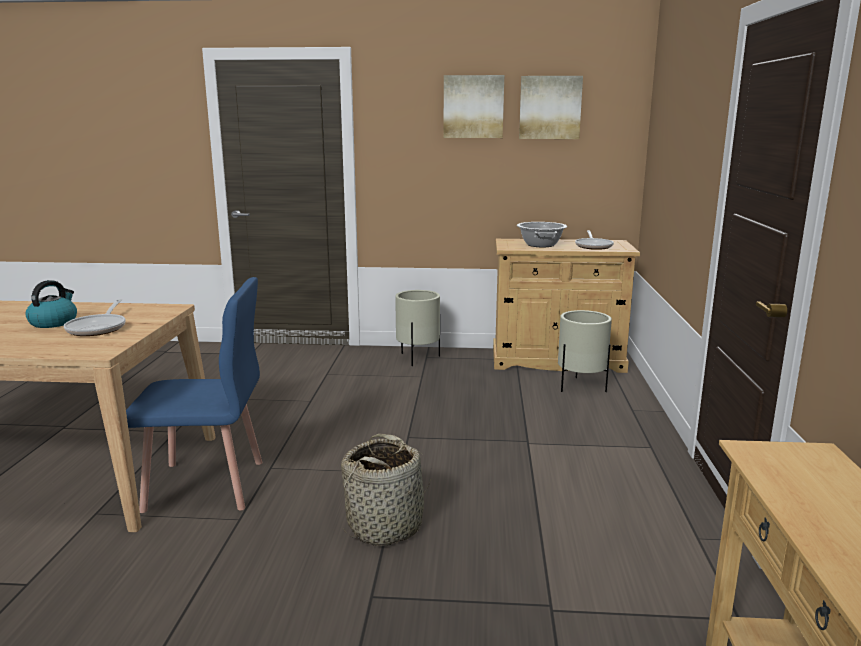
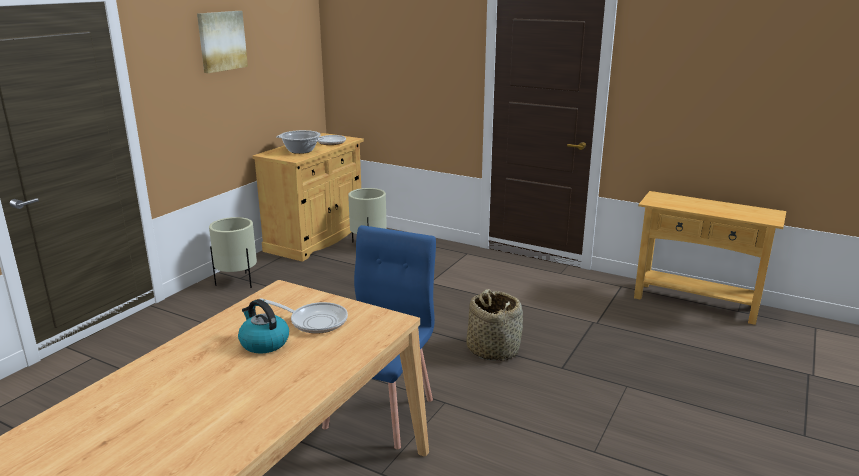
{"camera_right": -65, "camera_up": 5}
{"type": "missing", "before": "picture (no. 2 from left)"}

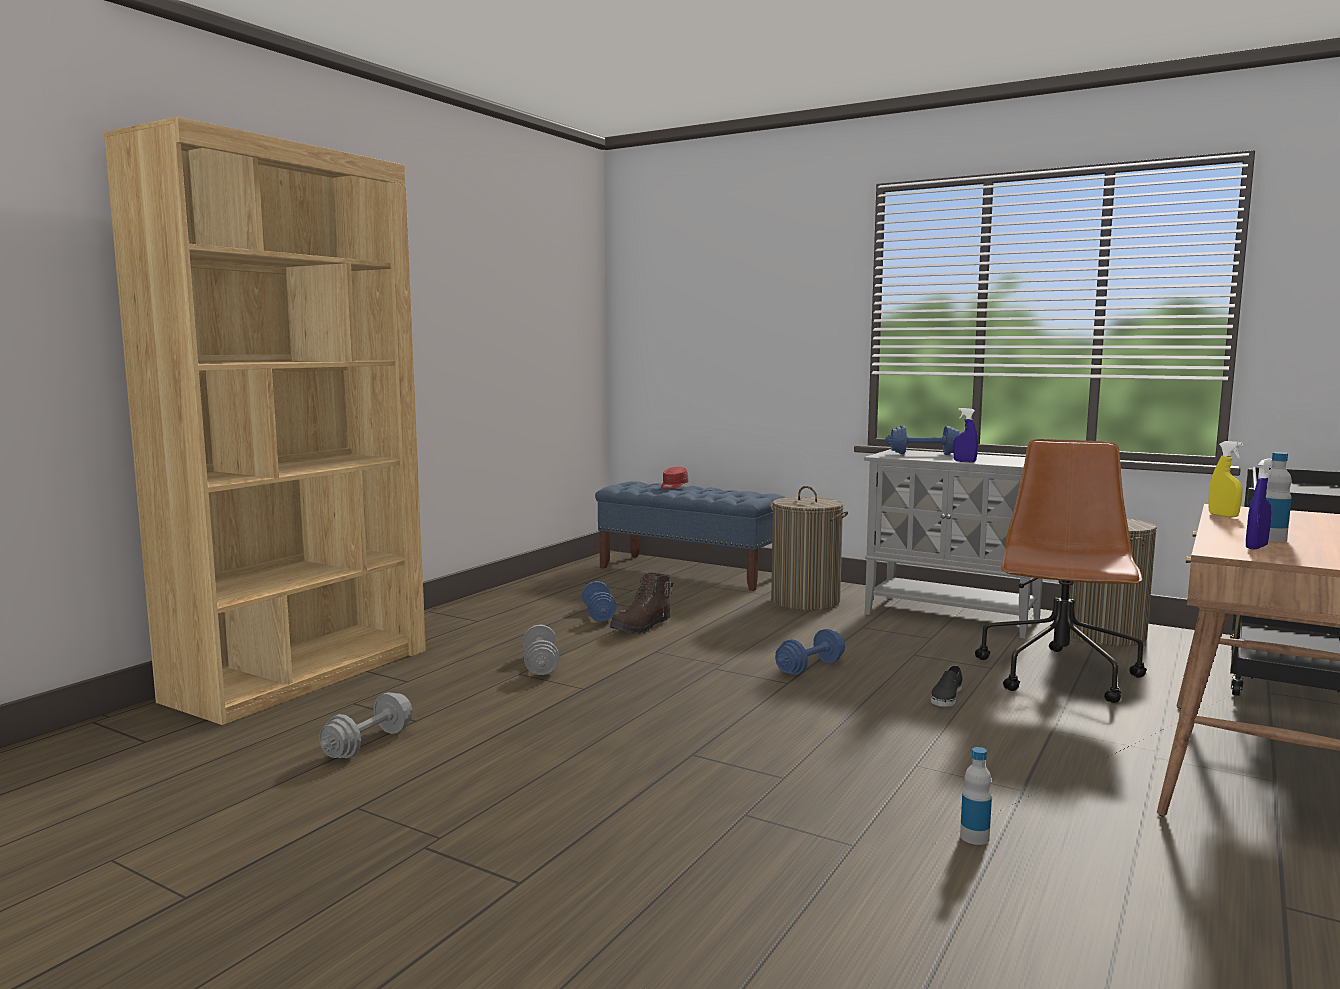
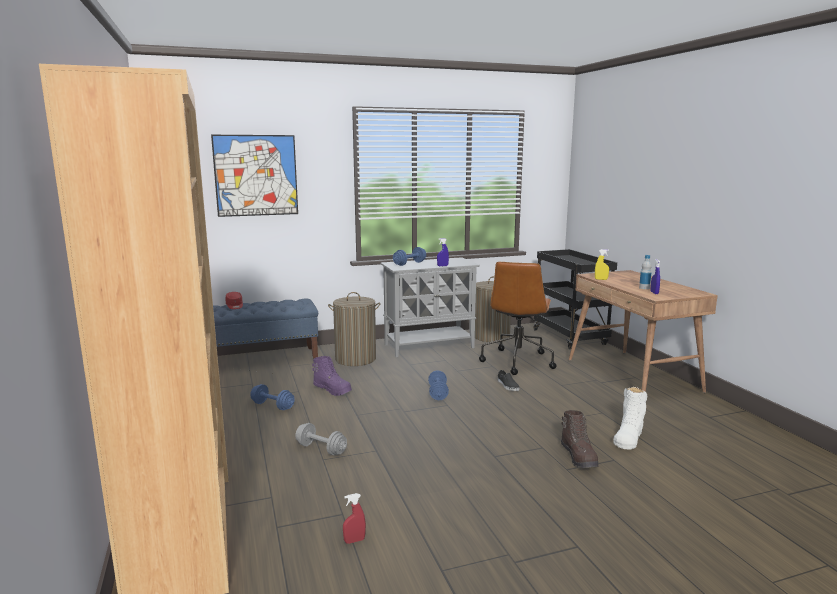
{"camera_right": -50, "camera_up": 5}
{"type": "spun", "before": "brown office chair", "turn": -135}
{"type": "relocated", "before": "brown boot"}
{"type": "exchanged", "before": "grey dumbbell (no. 1 from left)", "after": "red spray bottle"}
{"type": "exchanged", "before": "bottle (no. 1 from left)", "after": "white boot"}
{"type": "appeared", "after": "picture"}
{"type": "appeared", "after": "purple boot"}

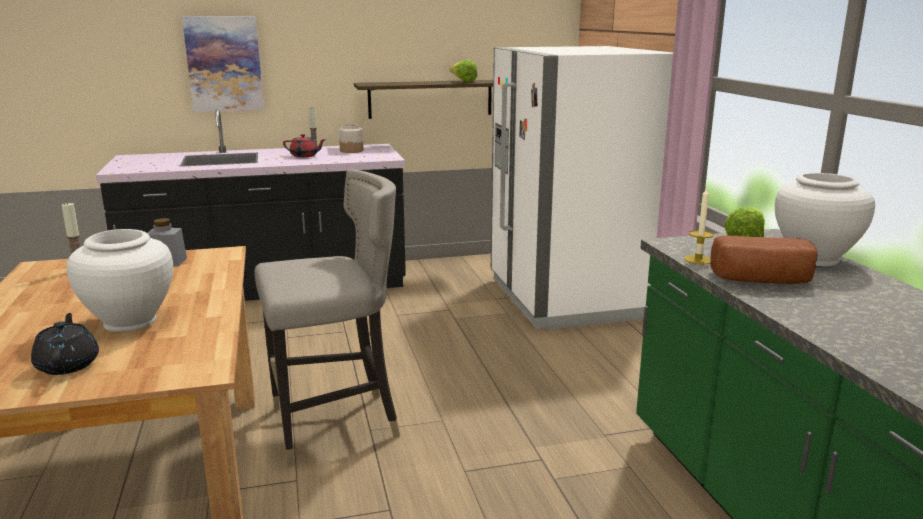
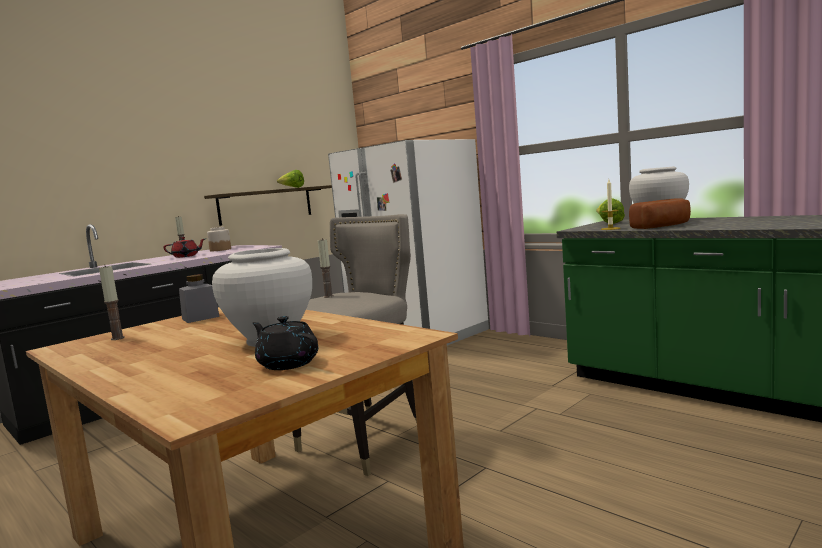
{"camera_right": -30, "camera_up": -10}
{"type": "missing", "before": "picture"}
{"type": "appeared", "after": "candle (no. 3 from left)"}

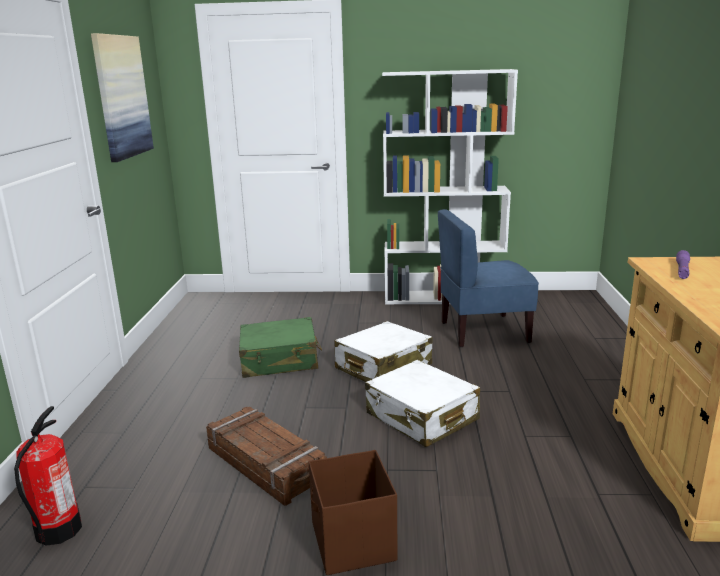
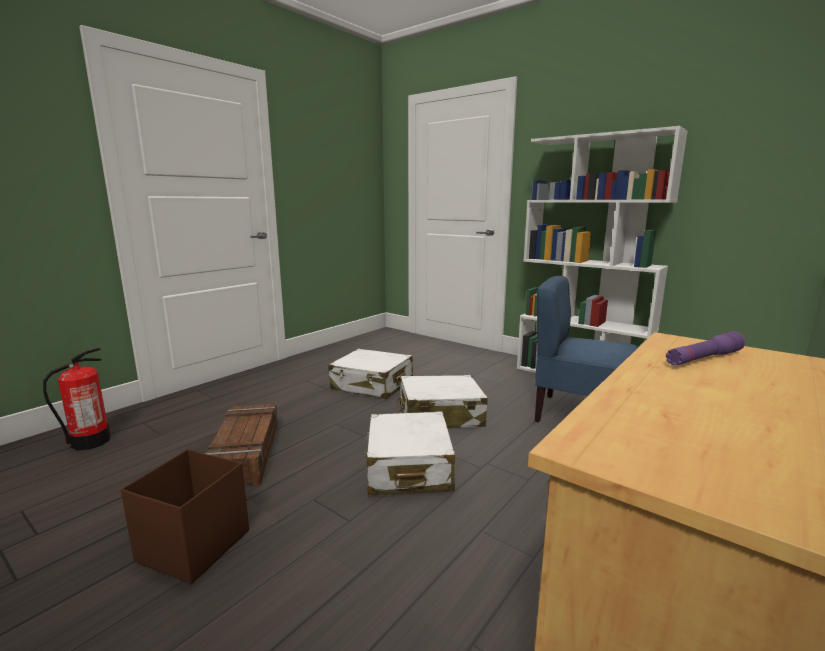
{"camera_right": 35, "camera_up": -5}
{"type": "missing", "before": "picture"}
{"type": "colour", "before": "green suitcase", "after": "white suitcase (no. 1 from left)"}

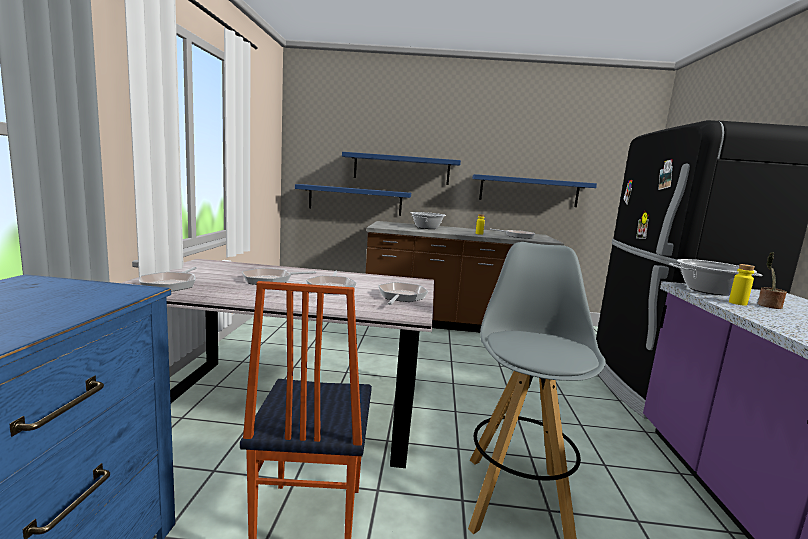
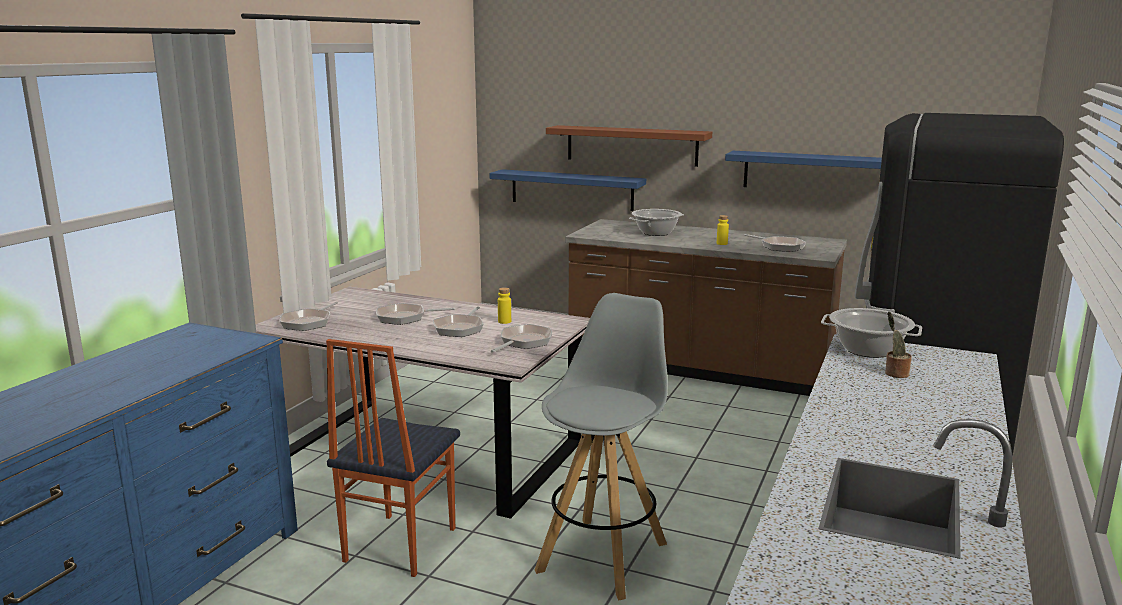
{"camera_right": 20, "camera_up": 5}
{"type": "colour", "before": "blue shelf (no. 2 from left)", "after": "brown shelf"}
{"type": "relocated", "before": "yellow bottle (no. 2 from left in the first image)", "after": "yellow bottle (no. 1 from left)"}

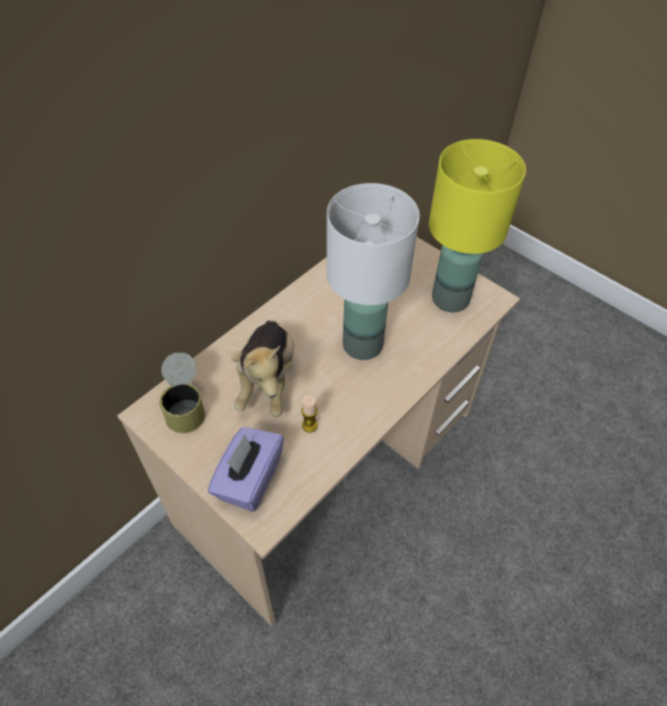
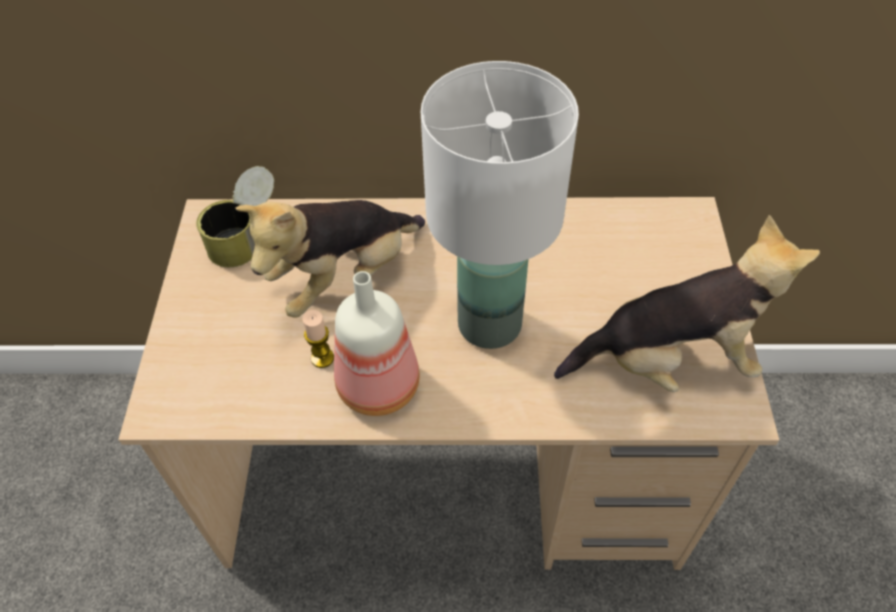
{"camera_right": 50, "camera_up": 0}
{"type": "exchanged", "before": "yellow table lamp", "after": "plush toy (no. 2 from left)"}
{"type": "missing", "before": "purple tissue box"}
{"type": "appeared", "after": "bottle"}

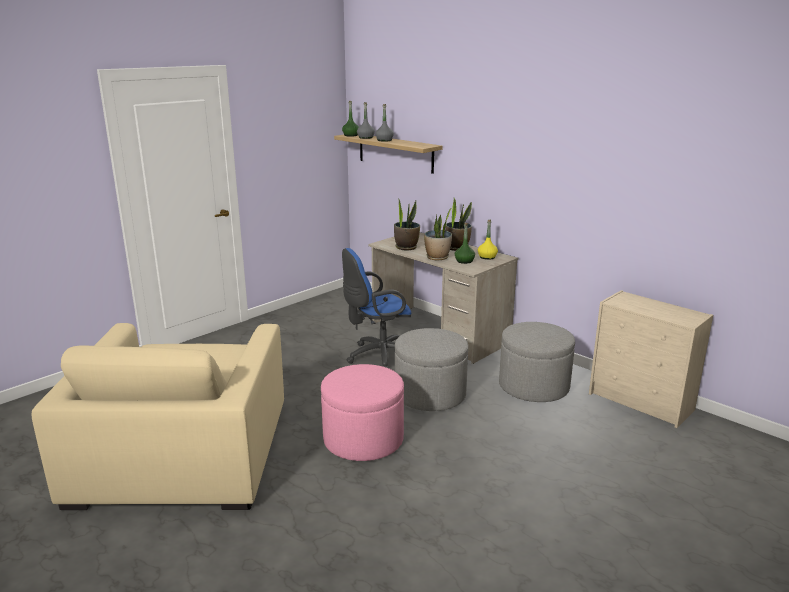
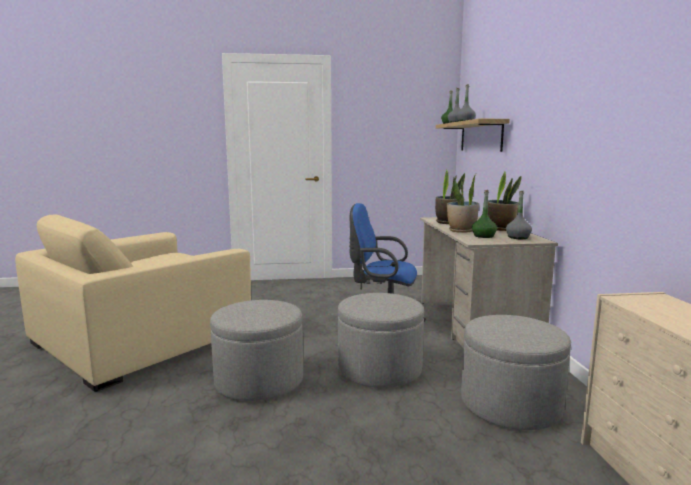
{"camera_right": 40, "camera_up": -10}
{"type": "colour", "before": "yellow bottle", "after": "grey bottle (no. 3 from left)"}
{"type": "colour", "before": "pink ottoman", "after": "grey ottoman (no. 1 from left)"}

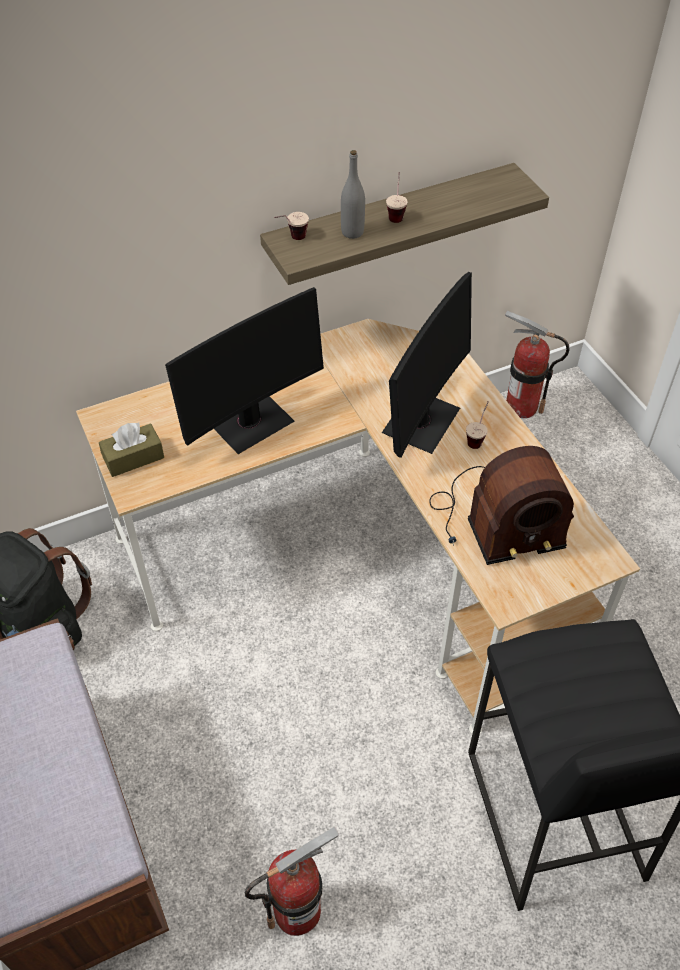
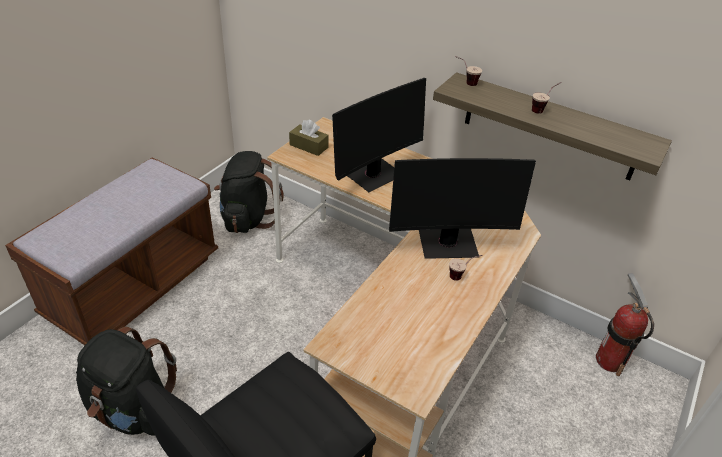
{"camera_right": 55, "camera_up": -10}
{"type": "missing", "before": "grey bottle"}
{"type": "spun", "before": "monitor (no. 1 from left)", "turn": -60}
{"type": "missing", "before": "radio"}
{"type": "exchanged", "before": "fire extinguisher (no. 1 from left)", "after": "black backpack (no. 1 from left)"}

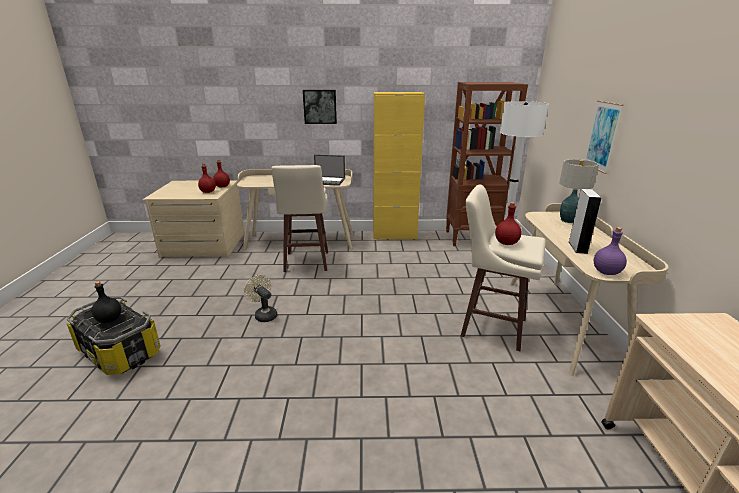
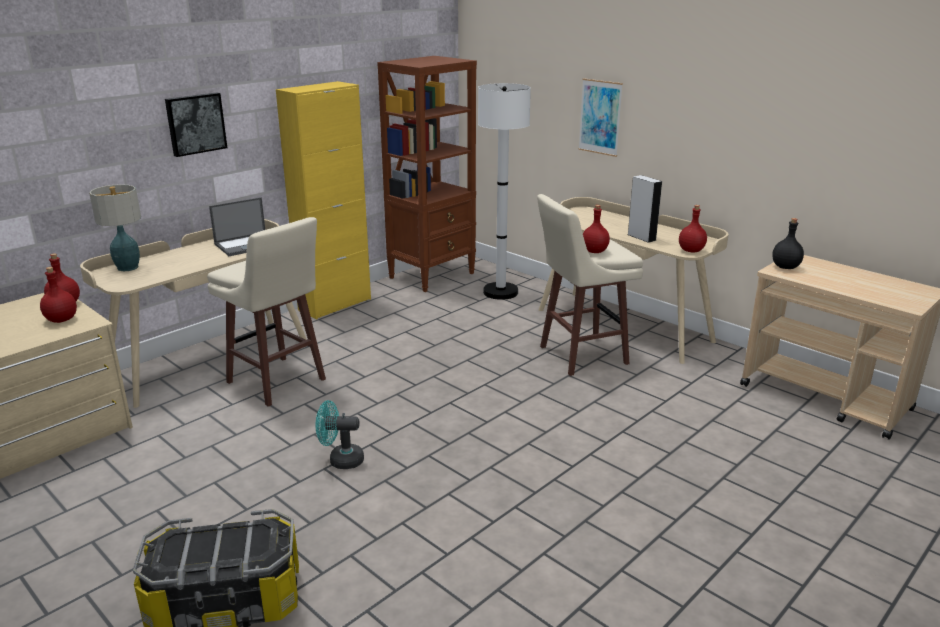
{"camera_right": -45, "camera_up": 0}
{"type": "relocated", "before": "table lamp"}
{"type": "colour", "before": "purple bottle", "after": "red bottle (no. 4 from left)"}
{"type": "colour", "before": "beige fan", "after": "turquoise fan"}
{"type": "relocated", "before": "black bottle"}

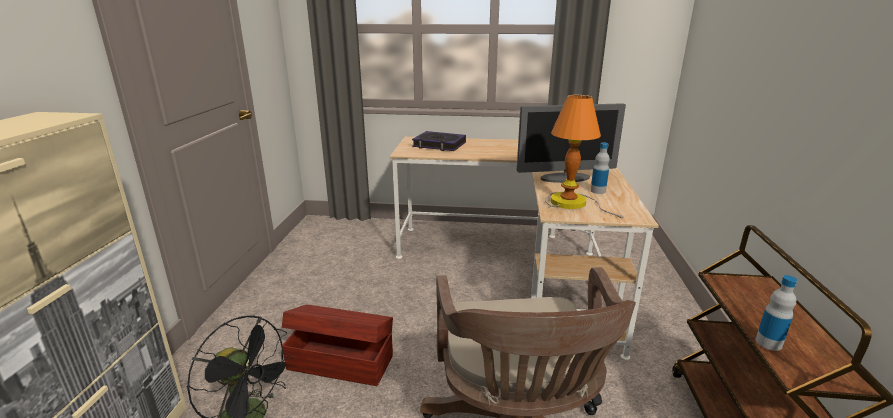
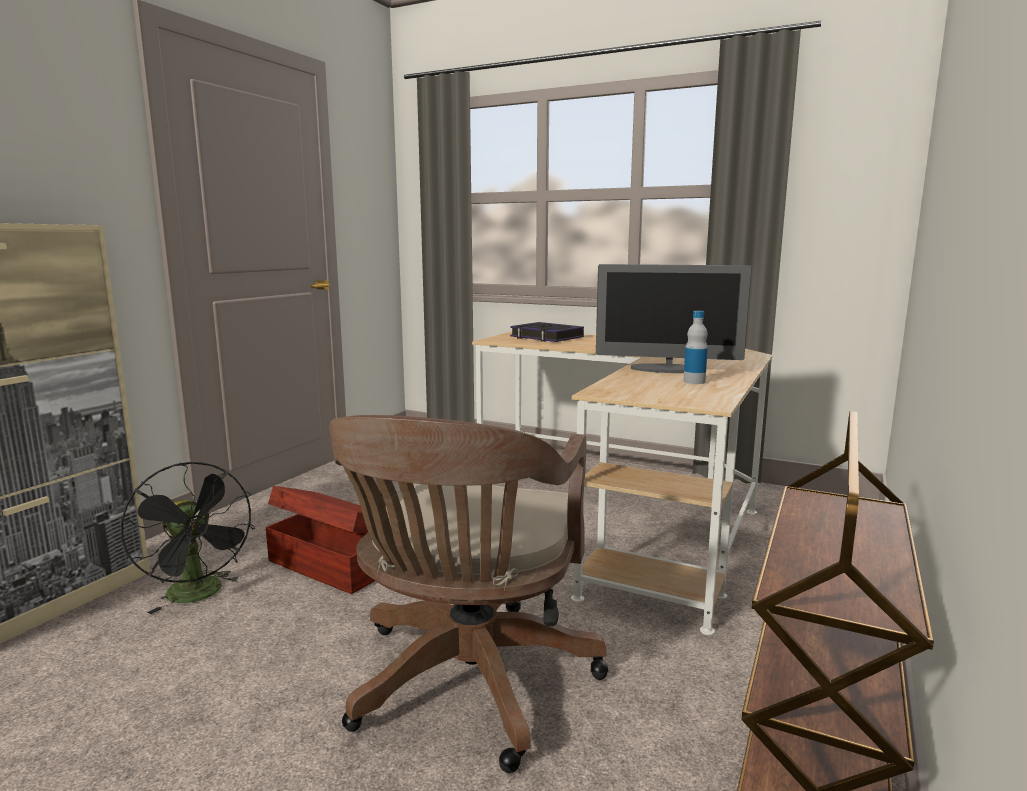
{"camera_right": 20, "camera_up": -10}
{"type": "missing", "before": "table lamp"}
{"type": "missing", "before": "bottle (no. 2 from left)"}

